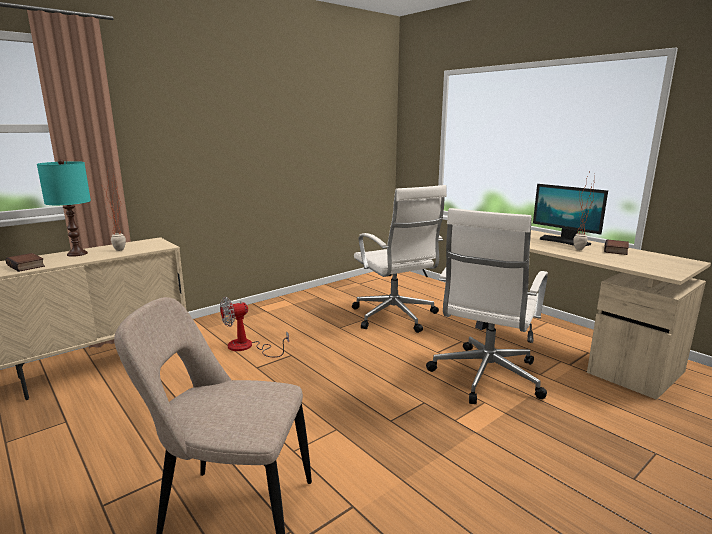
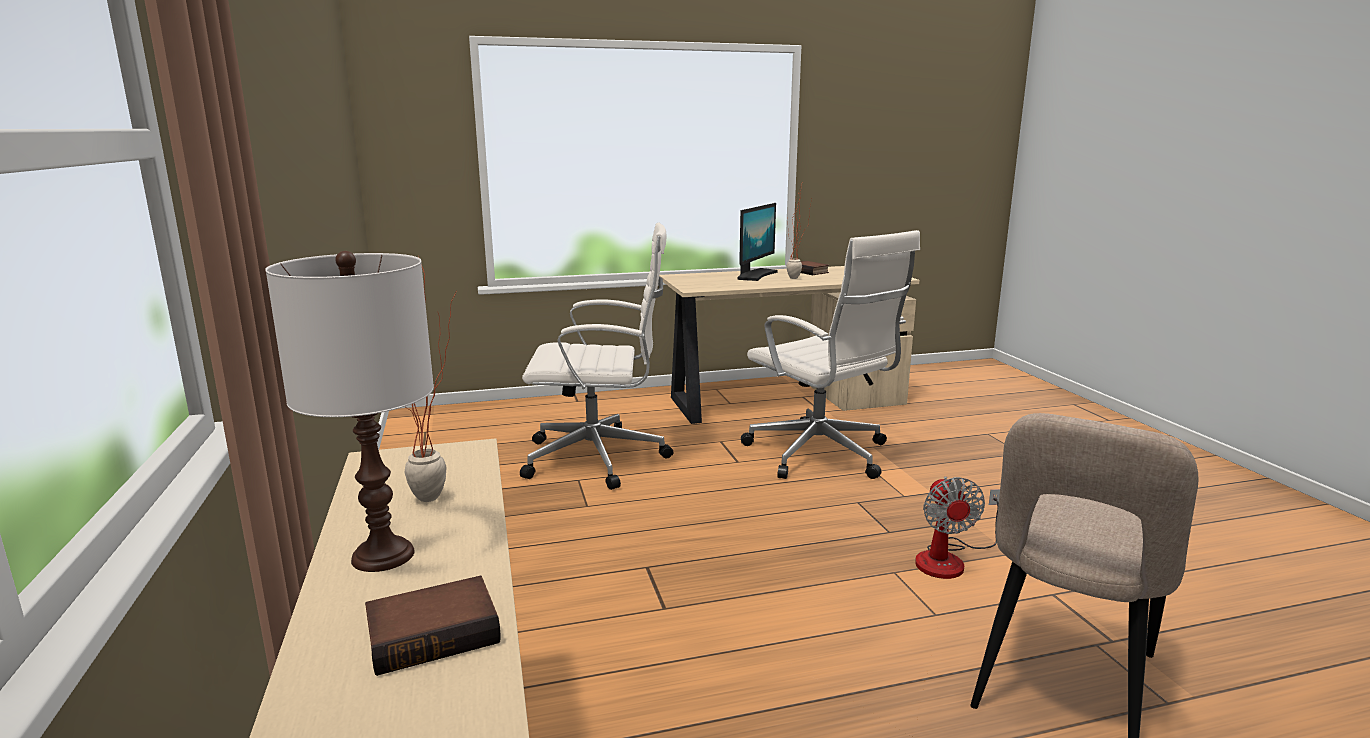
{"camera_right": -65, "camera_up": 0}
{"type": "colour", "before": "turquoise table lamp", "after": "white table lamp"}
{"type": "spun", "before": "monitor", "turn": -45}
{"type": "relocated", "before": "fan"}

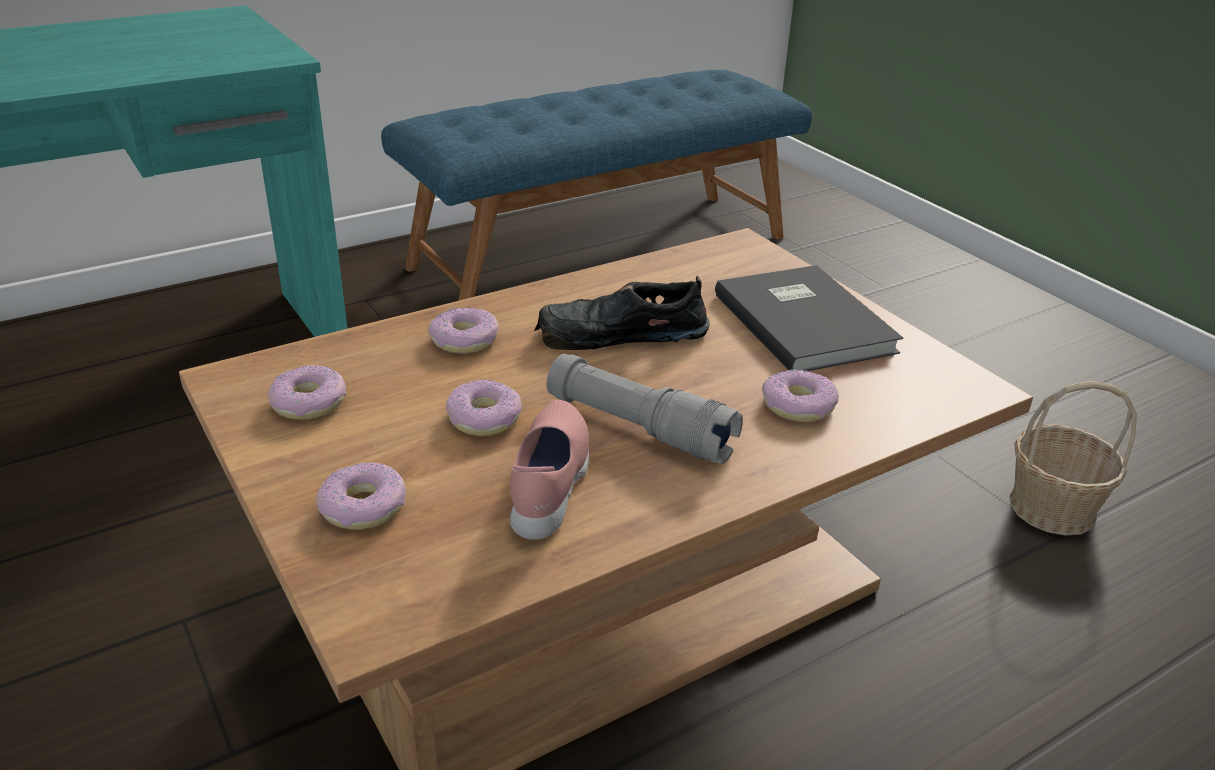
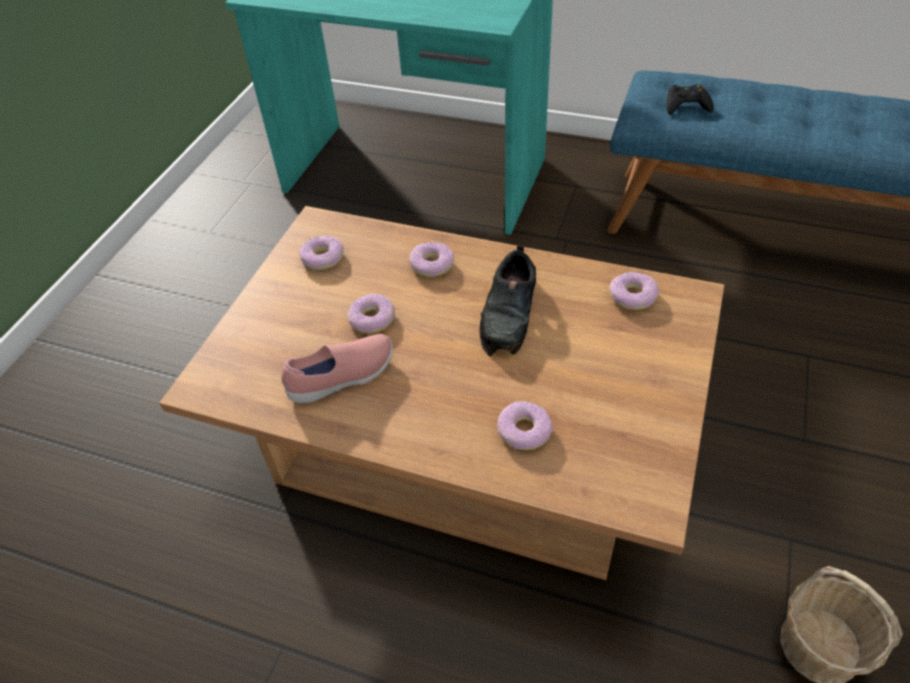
{"camera_right": 55, "camera_up": 15}
{"type": "missing", "before": "grey book"}
{"type": "spun", "before": "black shoe", "turn": -120}
{"type": "missing", "before": "grey flashlight"}
{"type": "relocated", "before": "donut (no. 2 from left in the first image)", "after": "donut (no. 5 from left)"}
{"type": "appeared", "after": "black game controller"}

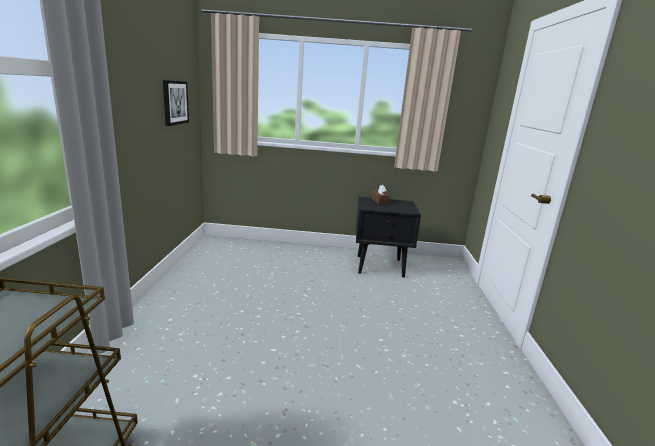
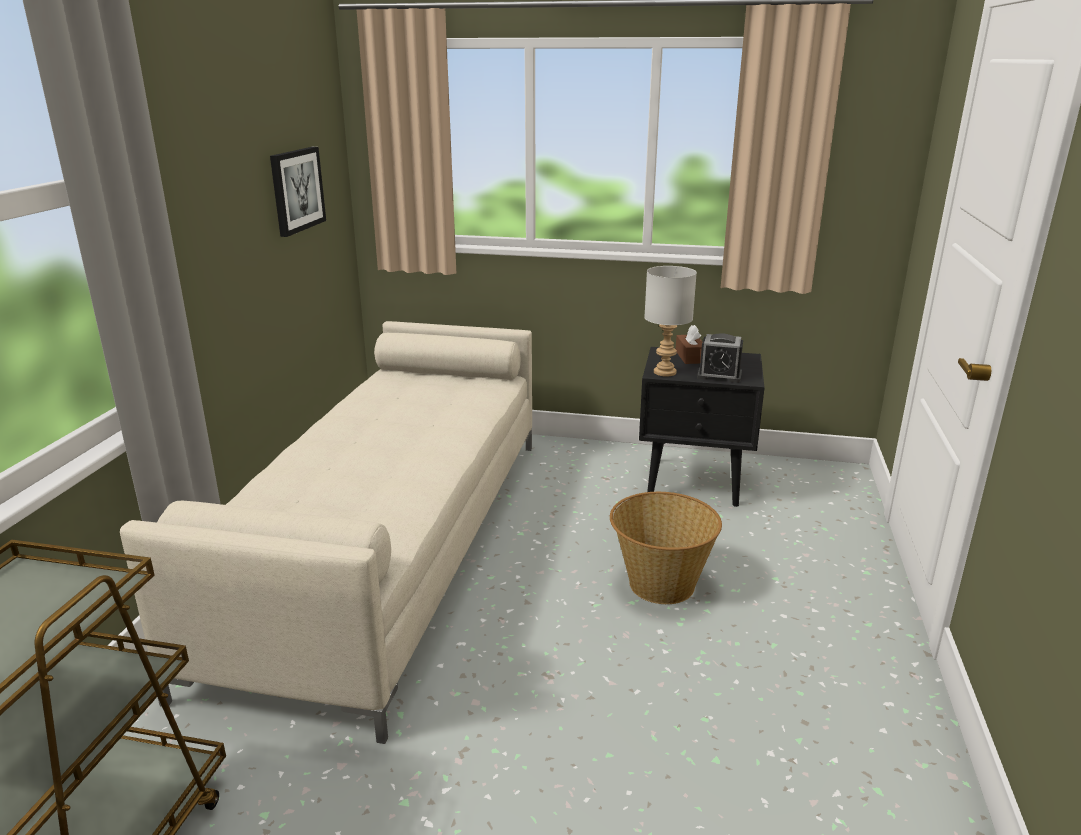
{"camera_right": 10, "camera_up": 5}
{"type": "appeared", "after": "grey table lamp"}
{"type": "appeared", "after": "beige sofa"}
{"type": "appeared", "after": "alarm clock"}
{"type": "appeared", "after": "basket"}

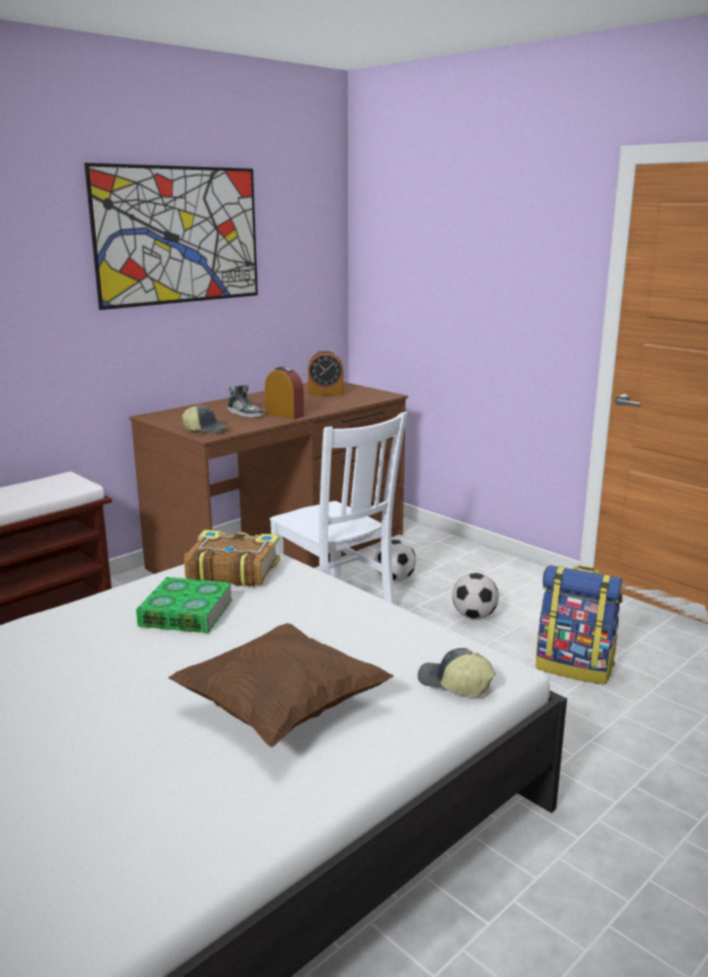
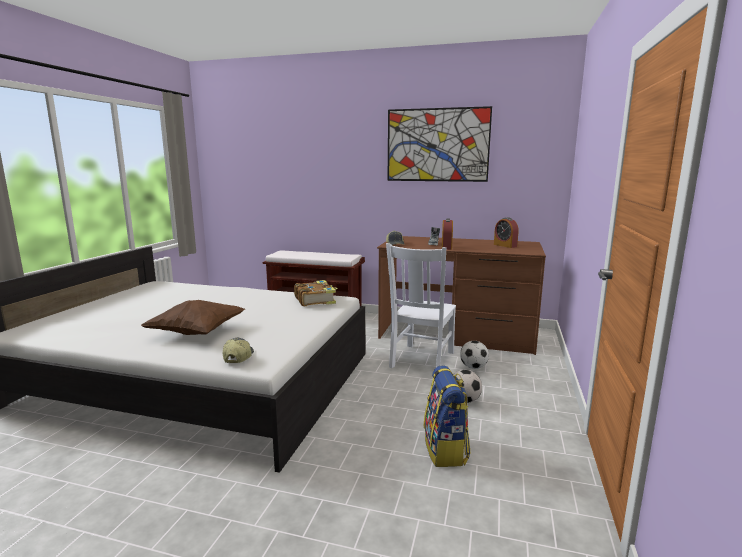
{"camera_right": 60, "camera_up": -5}
{"type": "missing", "before": "book (no. 1 from left)"}

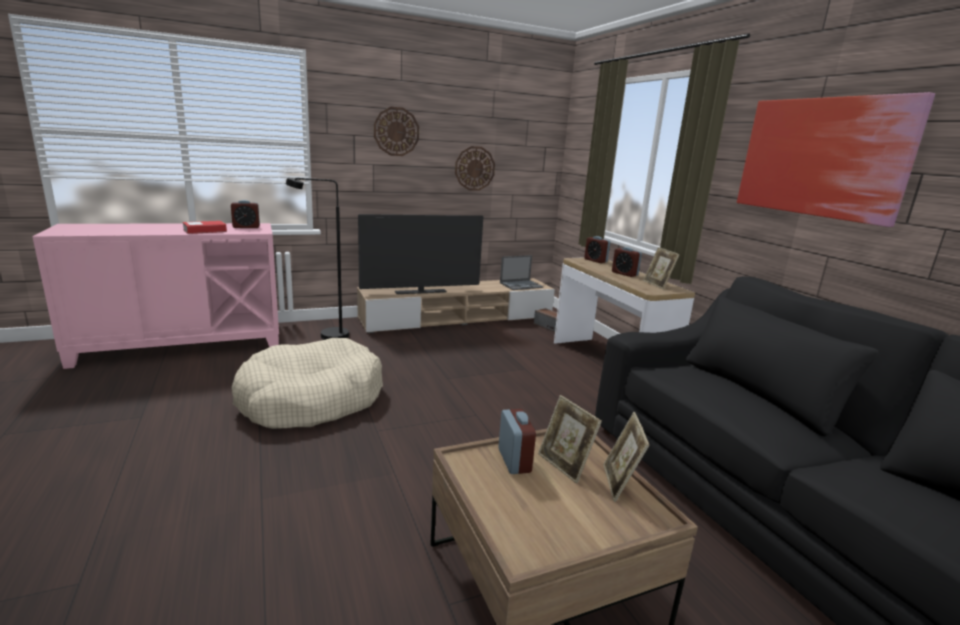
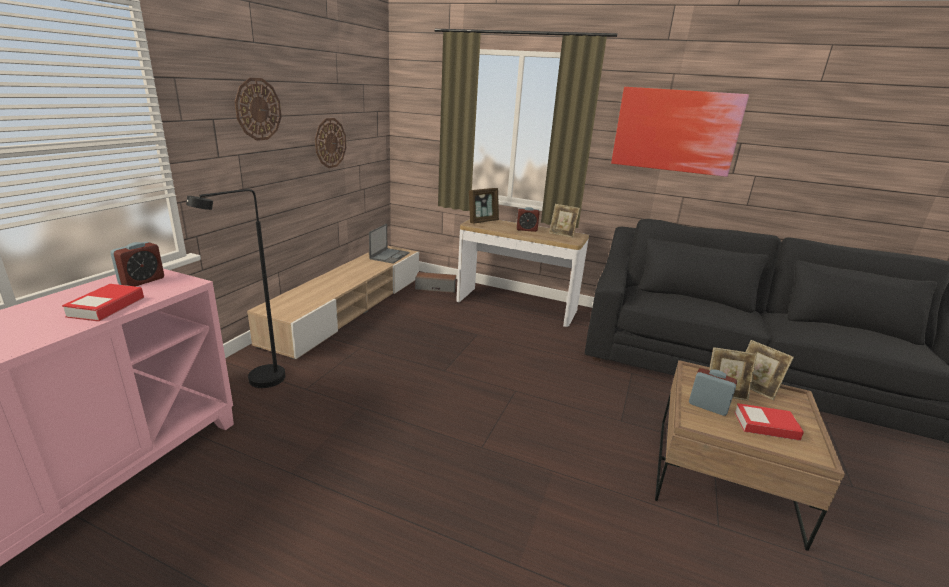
{"camera_right": -45, "camera_up": 5}
{"type": "missing", "before": "television"}
{"type": "exchanged", "before": "alarm clock (no. 3 from left)", "after": "picture frame (no. 1 from left)"}
{"type": "missing", "before": "beige dog bed"}
{"type": "appeared", "after": "book (no. 2 from left)"}

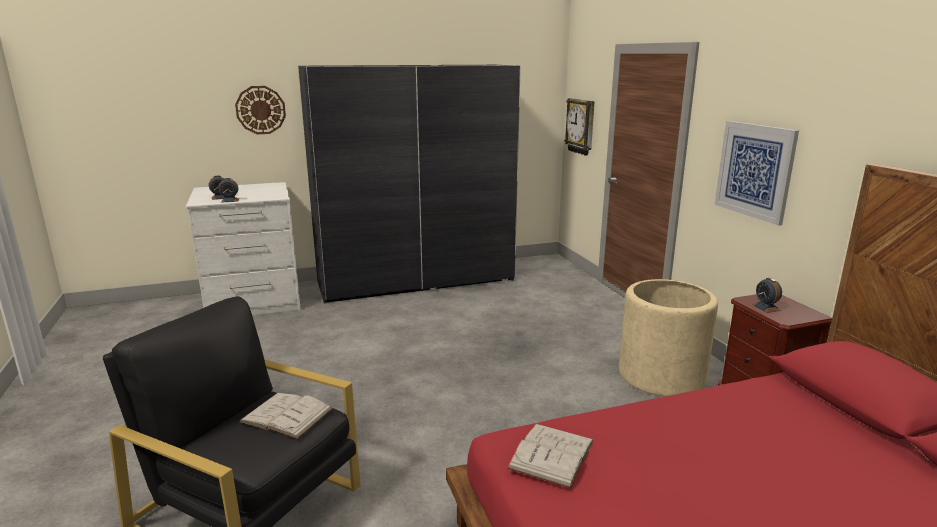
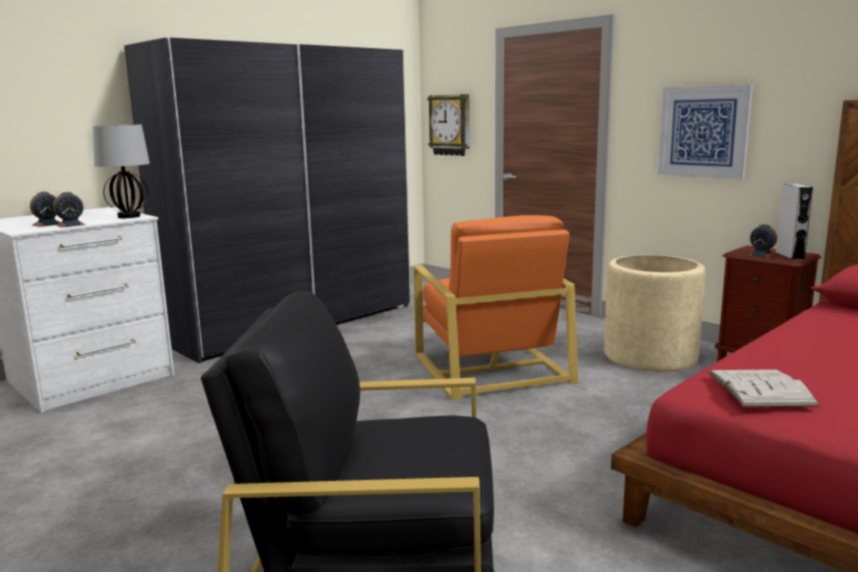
{"camera_right": -25, "camera_up": -5}
{"type": "missing", "before": "wall clock (no. 1 from left)"}
{"type": "missing", "before": "white book (no. 1 from left)"}
{"type": "appeared", "after": "table lamp"}
{"type": "appeared", "after": "grey speaker"}
{"type": "appeared", "after": "orange armchair"}

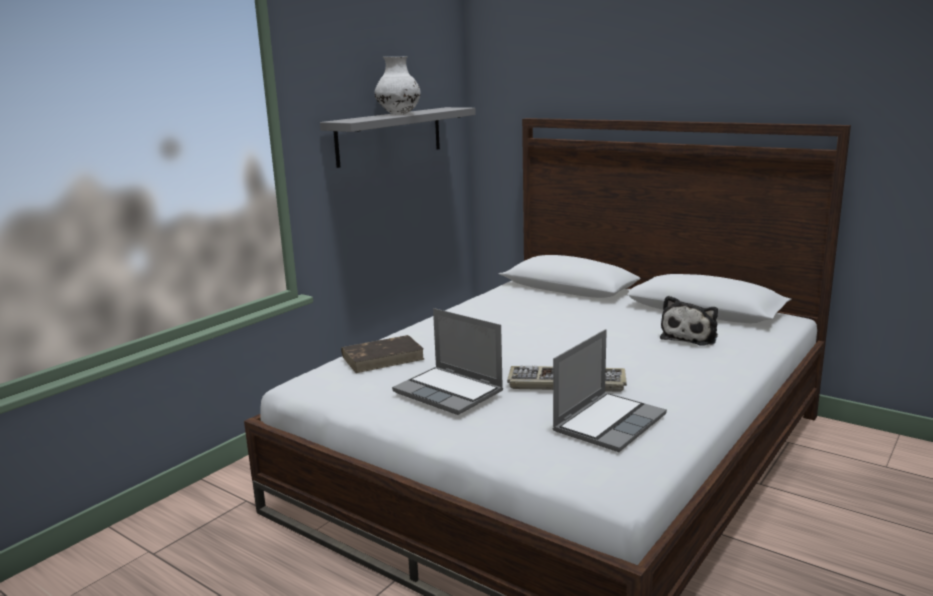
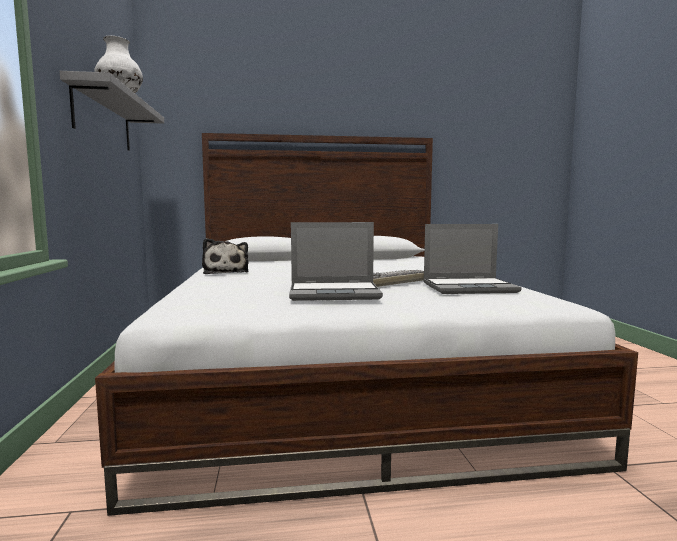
{"camera_right": -45, "camera_up": -10}
{"type": "relocated", "before": "plush toy"}
{"type": "spun", "before": "laptop (no. 2 from left)", "turn": 90}
{"type": "missing", "before": "brown book"}

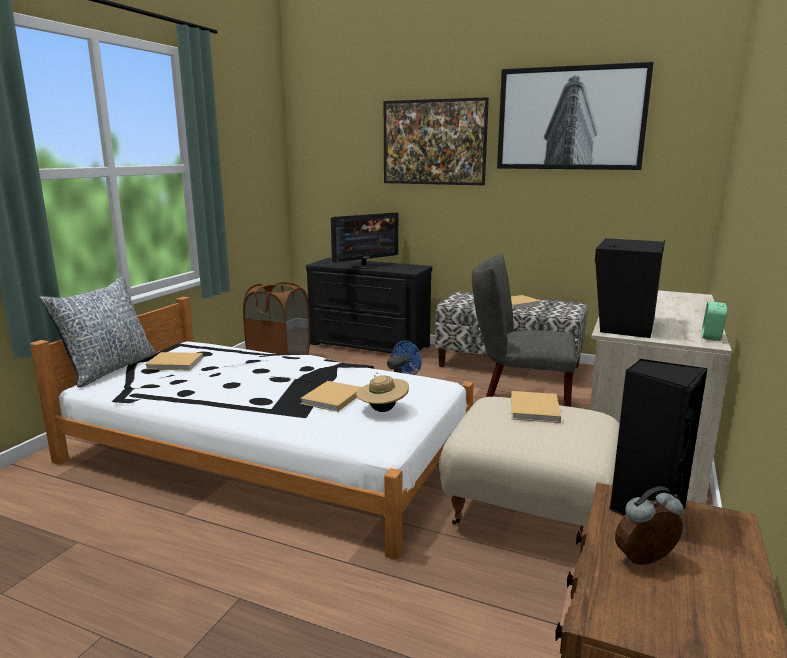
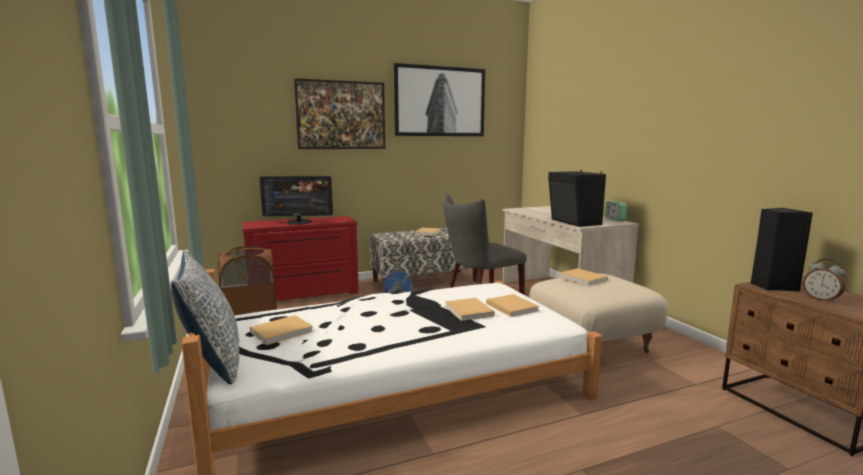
{"camera_right": -45, "camera_up": -5}
{"type": "spun", "before": "monitor", "turn": 75}
{"type": "colour", "before": "black dresser", "after": "red dresser"}
{"type": "exchanged", "before": "beige hat", "after": "beige book (no. 4 from left)"}
{"type": "spun", "before": "alarm clock (no. 1 from left in the first image)", "turn": -60}

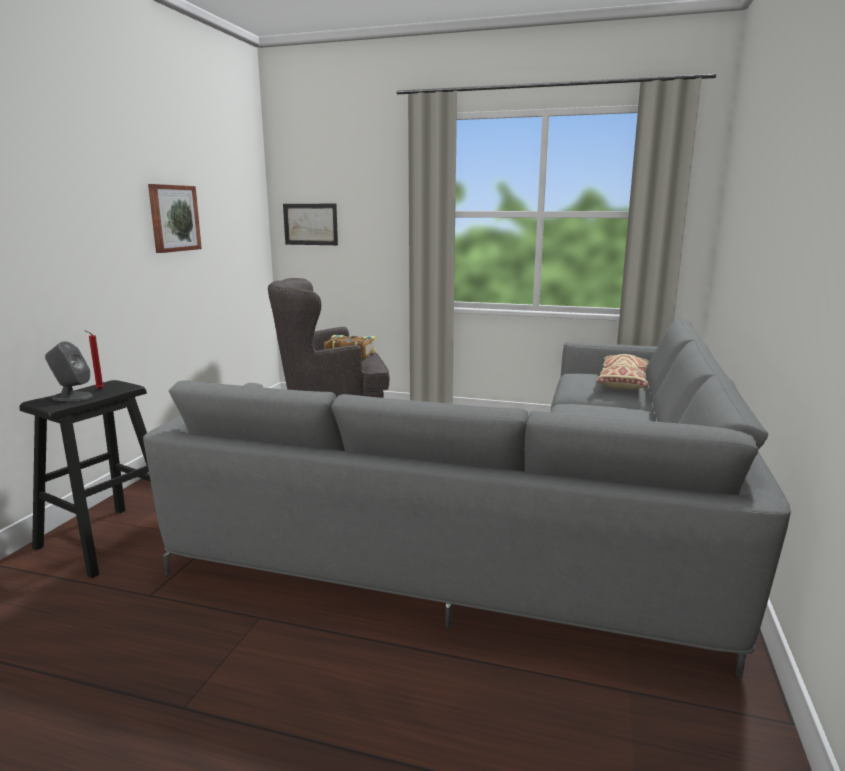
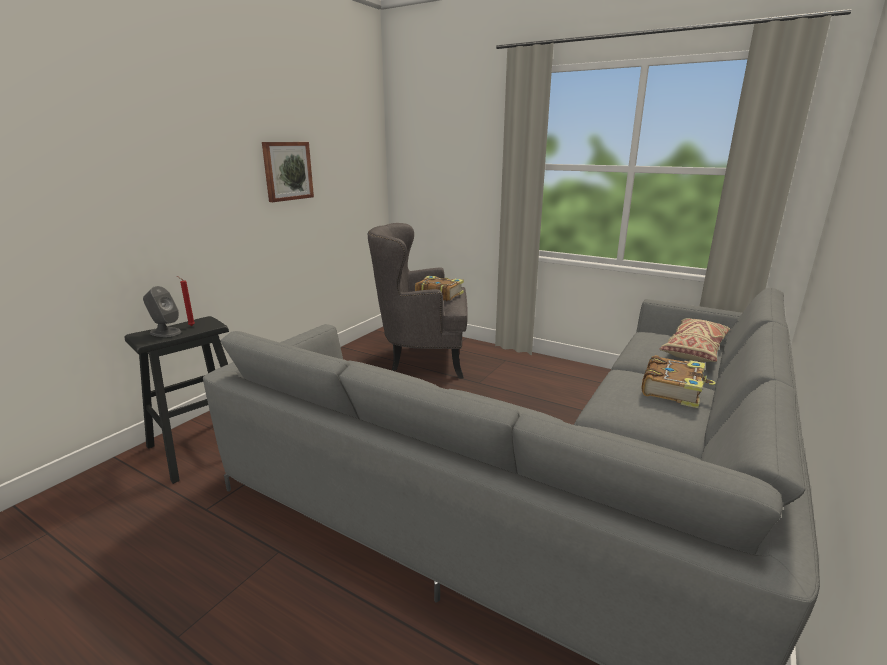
{"camera_right": 15, "camera_up": 5}
{"type": "missing", "before": "picture (no. 2 from left)"}
{"type": "appeared", "after": "book (no. 2 from left)"}

